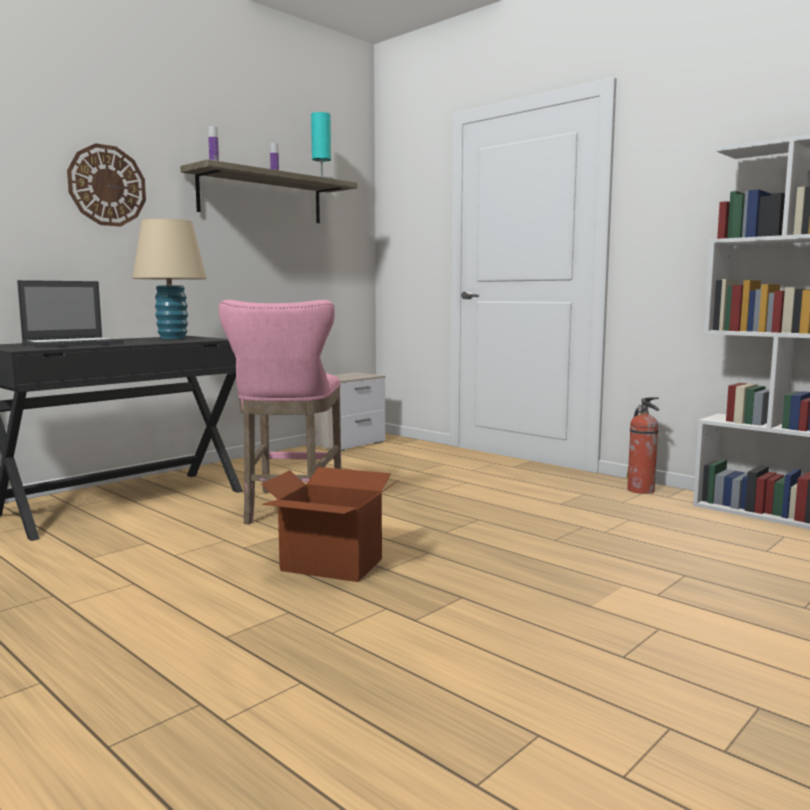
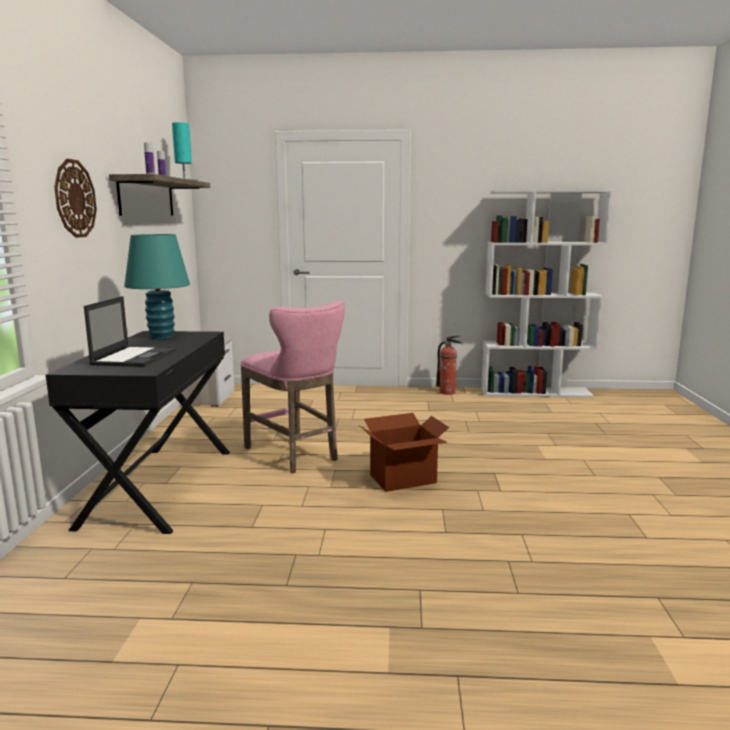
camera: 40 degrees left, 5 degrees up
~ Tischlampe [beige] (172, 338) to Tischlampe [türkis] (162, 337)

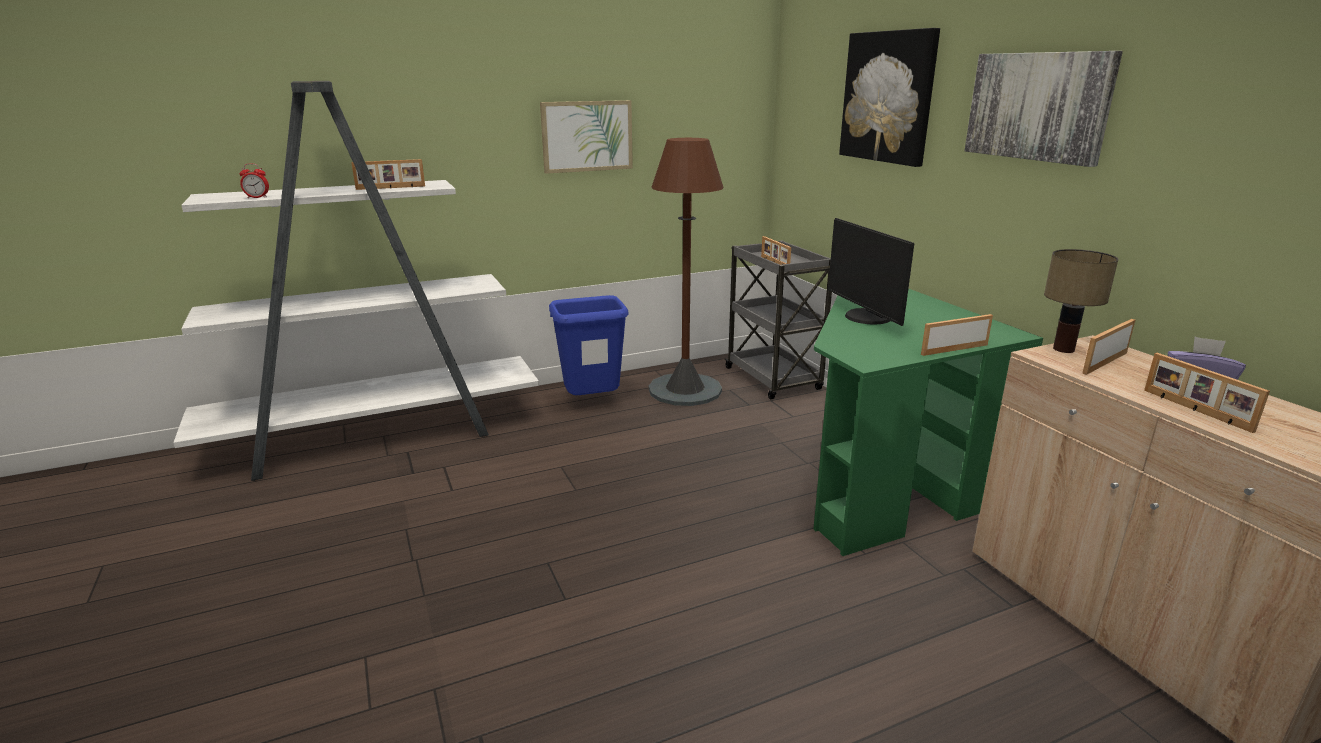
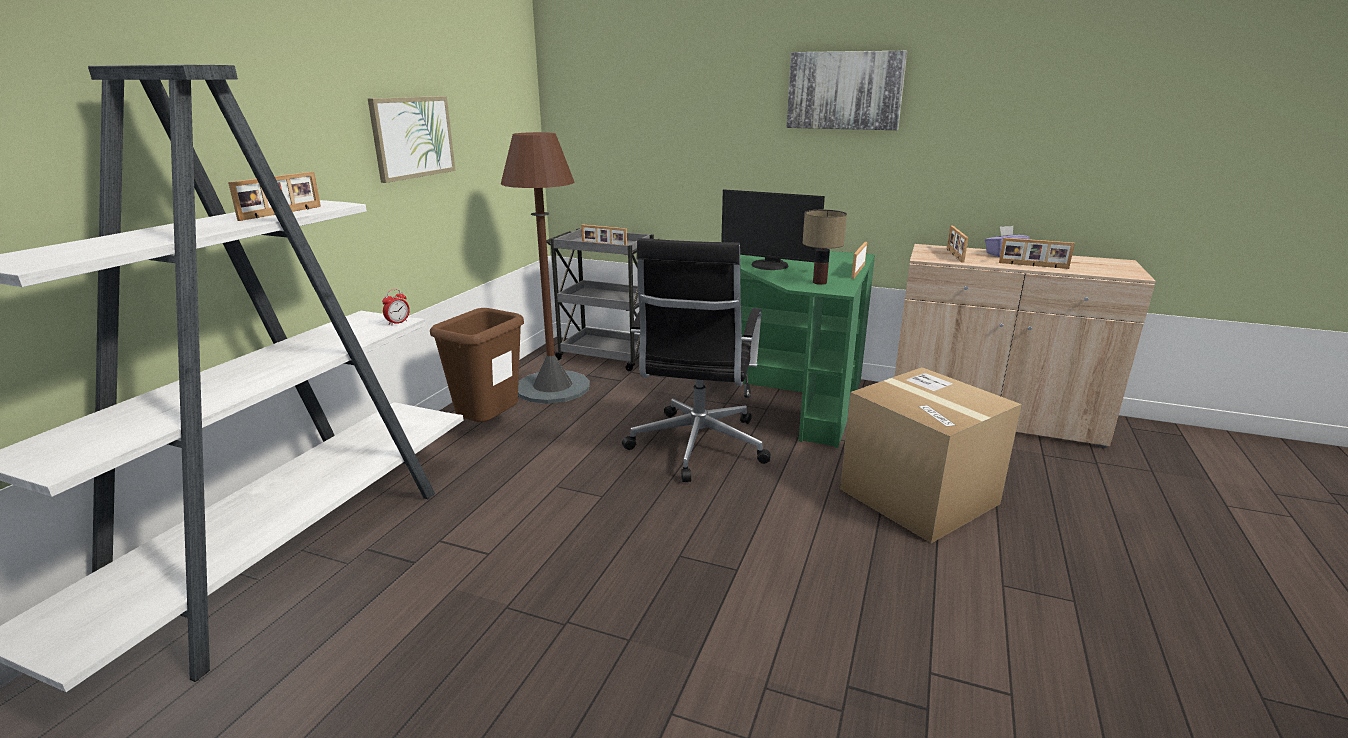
camera: 45 degrees left, 0 degrees up
- Bild (888, 97)
+ Bürostuhl [schwarz] (697, 447)
+ Karton (918, 496)
~ Wecker (257, 197) to (398, 322)
~ Tischlampe (1064, 350) to (820, 282)
~ Mülleimer [blau] (593, 403) to Mülleimer [braun] (490, 427)

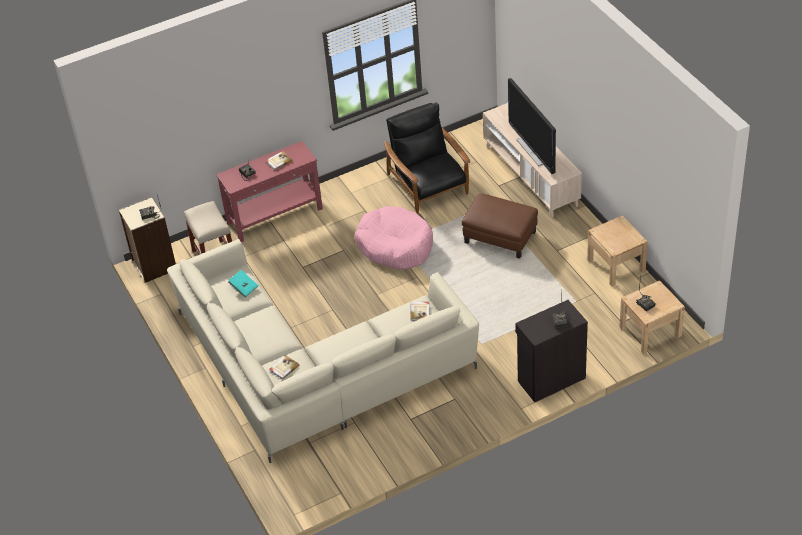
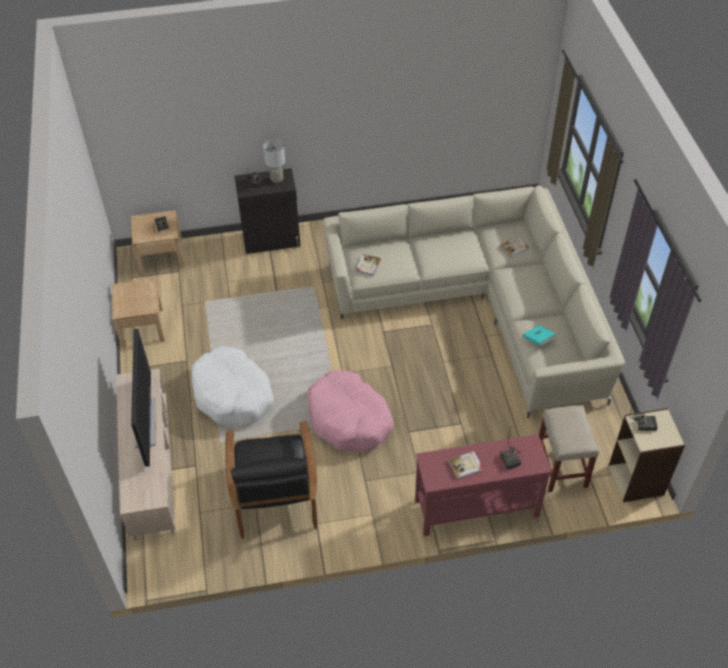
camera: 165 degrees left, 5 degrees up
+ Tischlampe [grau] (277, 179)
~ Polsterhocker [braun] (500, 237) to Hundebett [weiß] (233, 394)

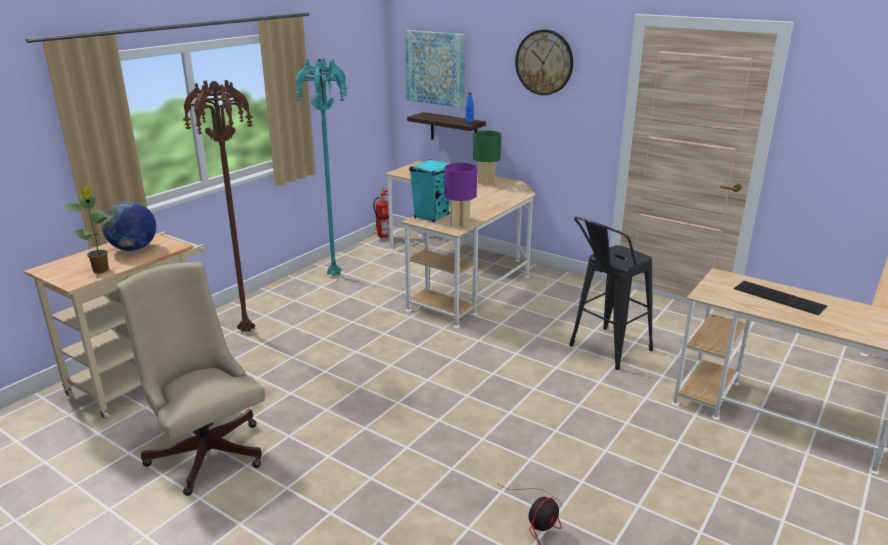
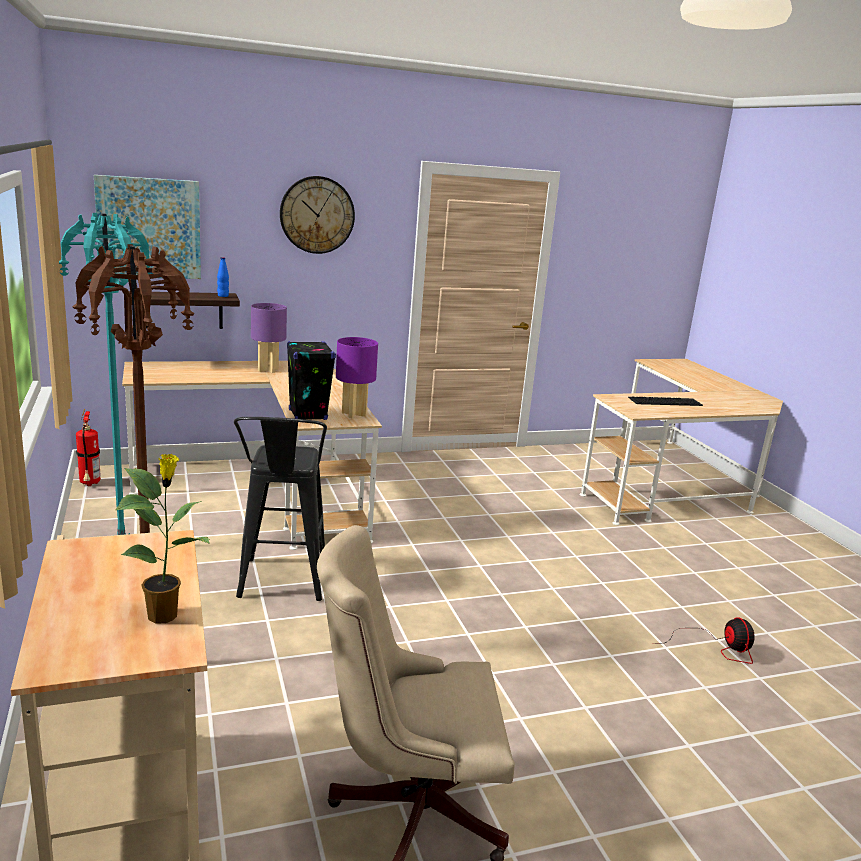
camera: 55 degrees left, 5 degrees down
- Globus (134, 249)
~ Hocker [schwarz] (604, 351) to (281, 585)
~ Lautsprecher [türkis] (431, 216) to Lautsprecher [schwarz] (307, 415)
~ Tischlampe [grün] (485, 183) to Tischlampe [lila] (268, 370)

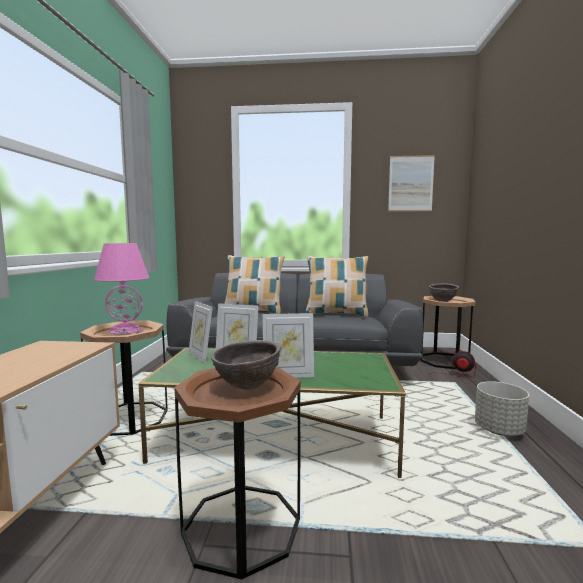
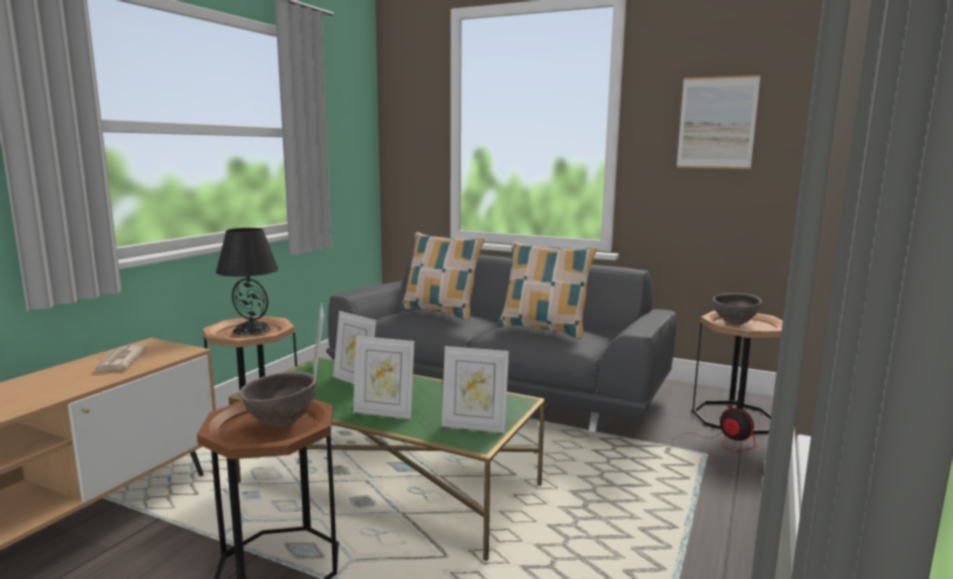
camera: 20 degrees right, 5 degrees up
- Pflanzkübel [grau] (499, 430)
+ Zeitung (120, 361)
+ Bilderrahmen (474, 426)
~ Tischlampe [rosa] (125, 330) to Tischlampe [schwarz] (251, 330)

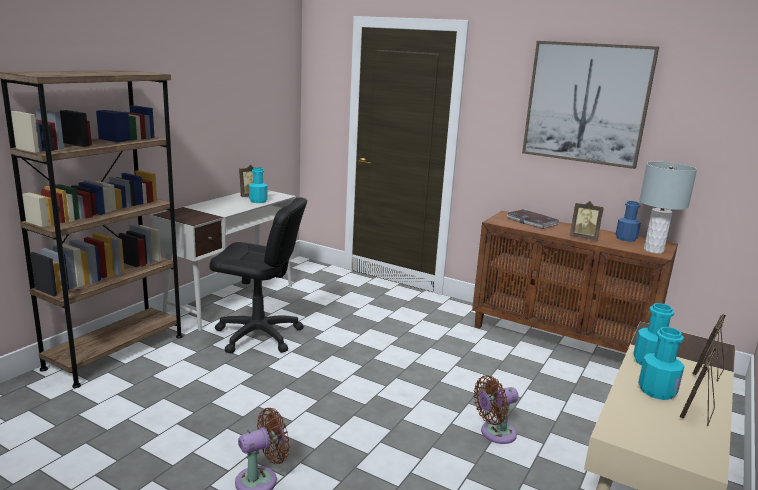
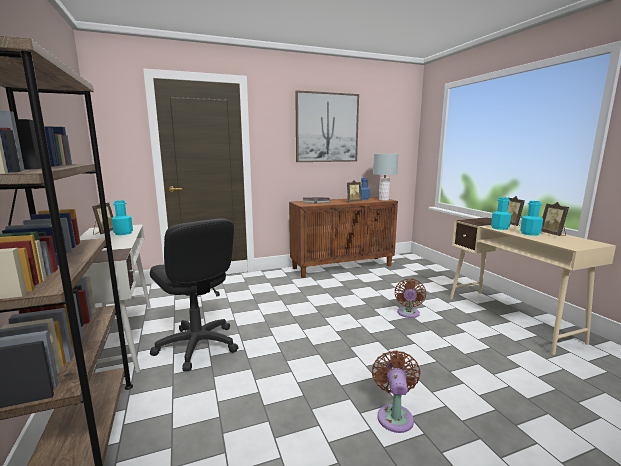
camera: 50 degrees left, 5 degrees down
~ Bürostuhl [schwarz] (258, 335) = (197, 346) 90 degrees clockwise

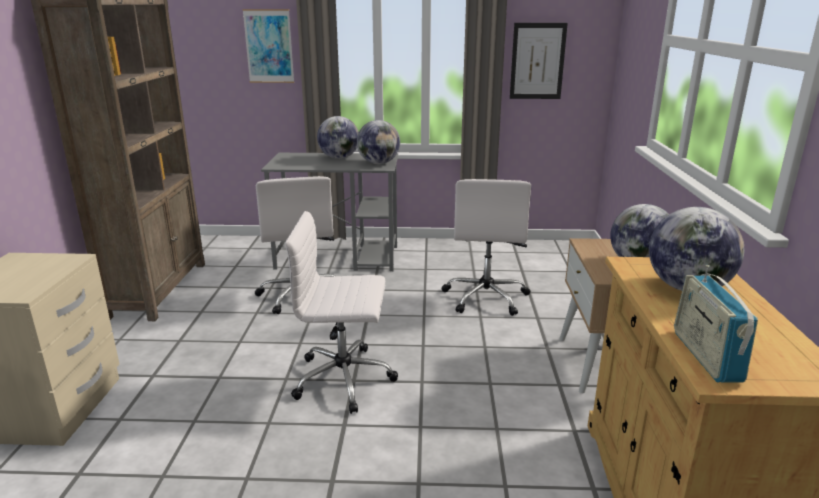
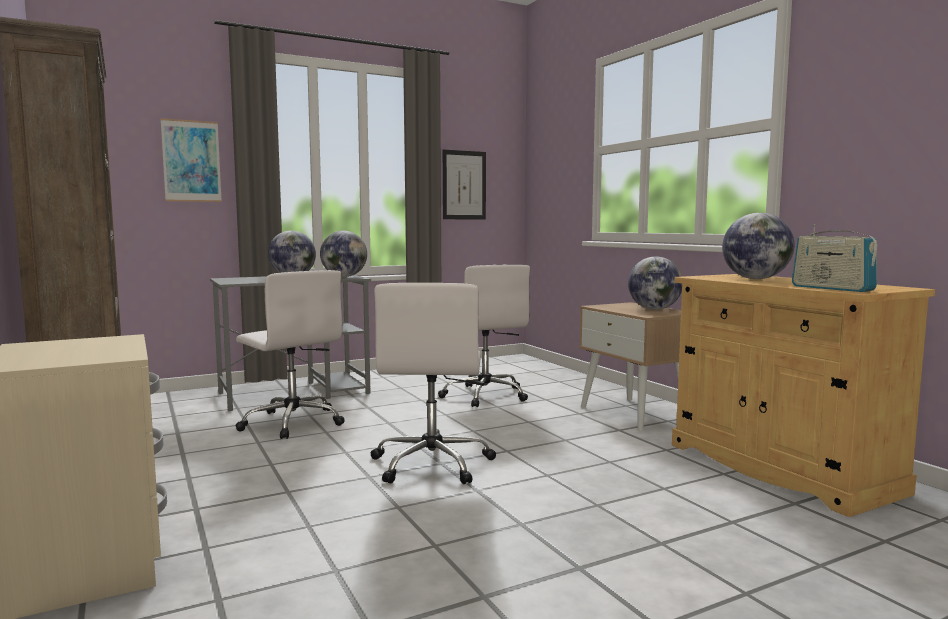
camera: 30 degrees left, 15 degrees down
~ Bürostuhl [weiß] (345, 379) = (432, 464) 60 degrees counterclockwise

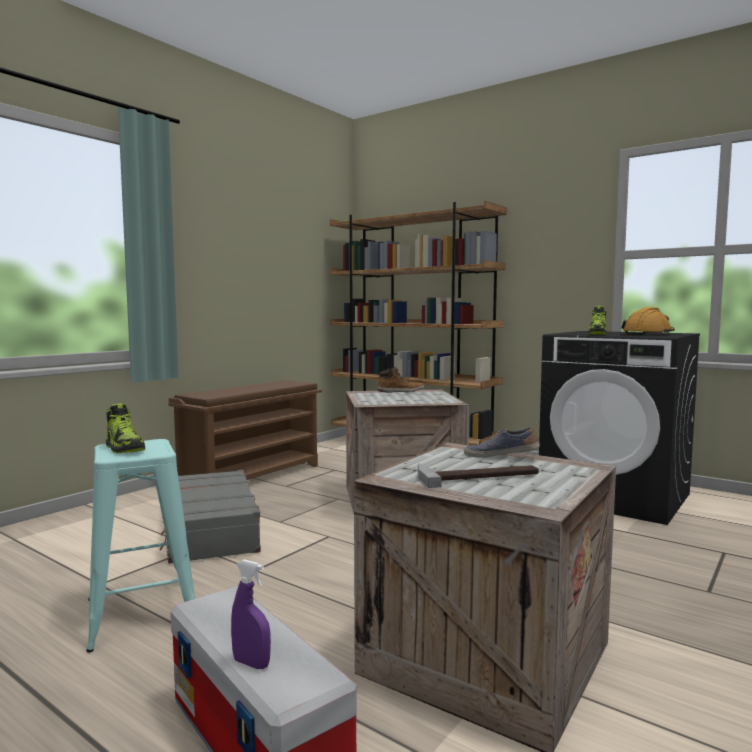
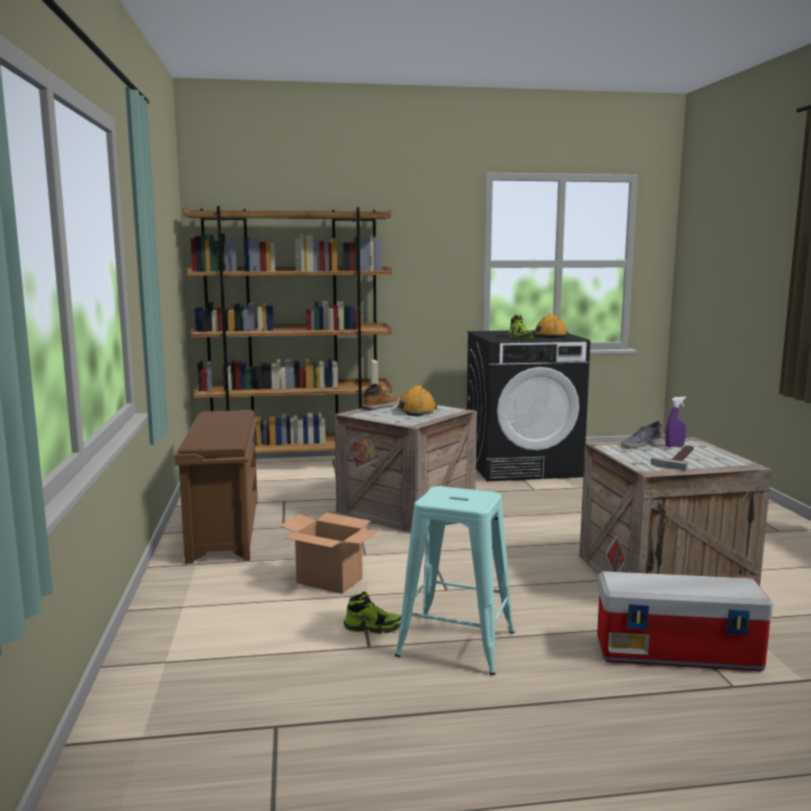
camera: 45 degrees left, 5 degrees up
+ Schutzhelm [orange] (417, 411)
~ Schuh (124, 448) to (373, 628)
~ Sprühflasche [lila] (251, 663) to (674, 446)
~ Koffer [grau] (210, 530) to Karton (330, 581)

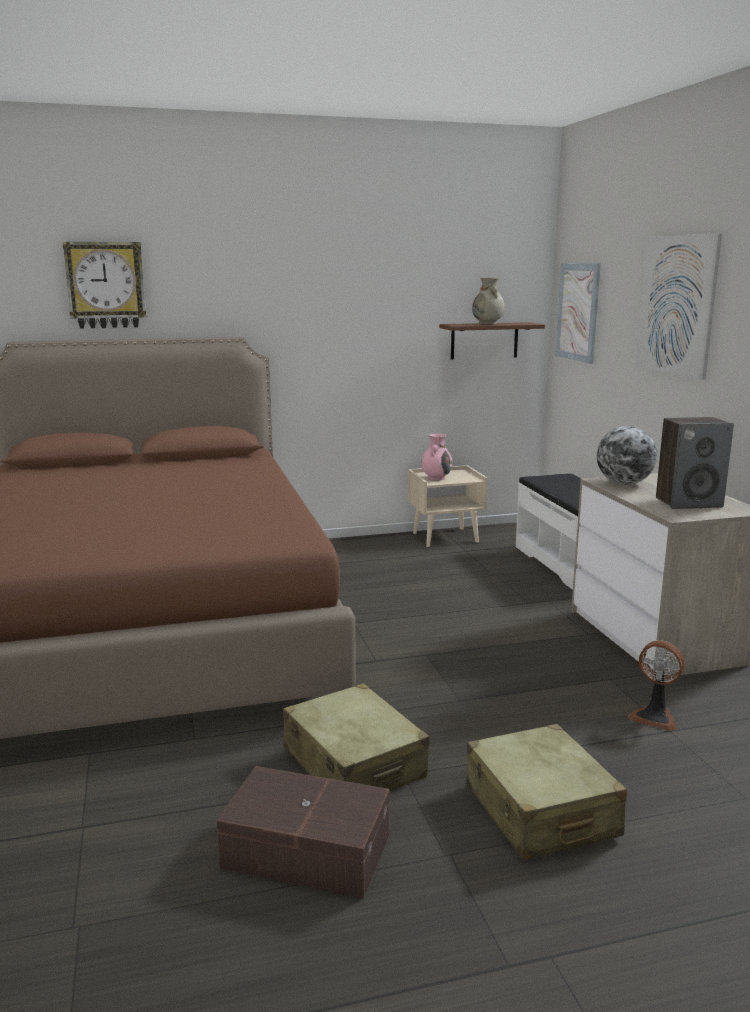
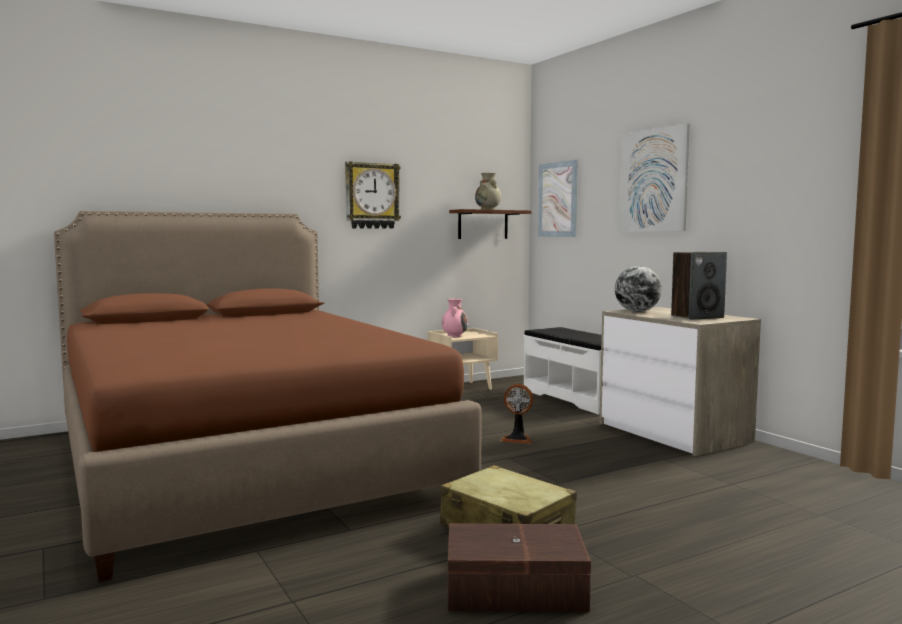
camera: 15 degrees left, 10 degrees down
- Koffer [beige] (540, 811)
~ Wanduhr (106, 285) to (371, 196)
~ Ventilator (655, 717) to (517, 439)

